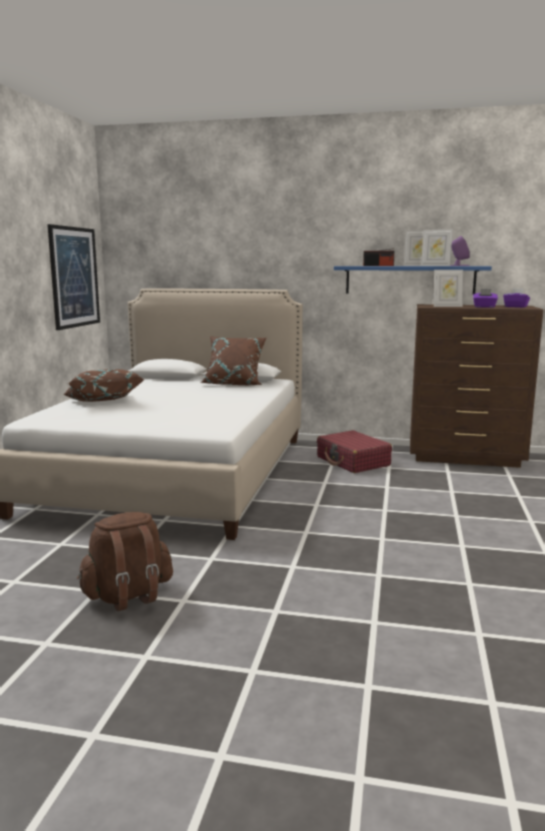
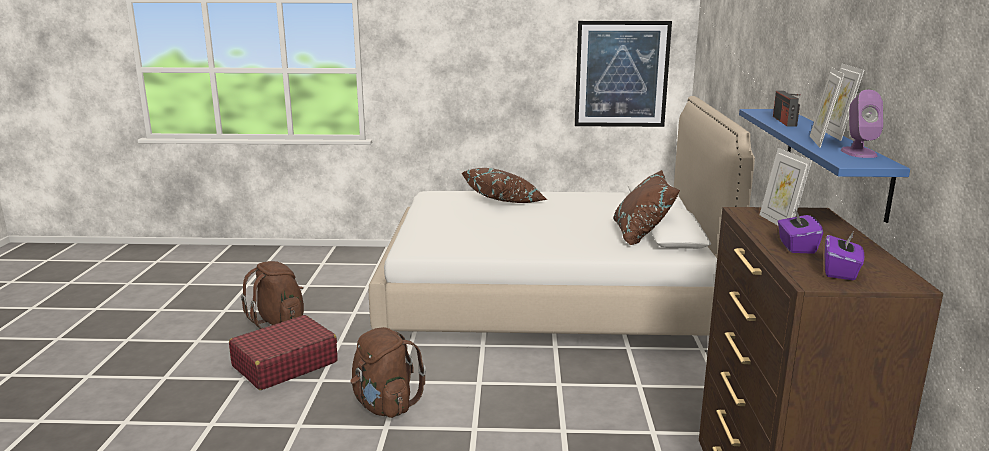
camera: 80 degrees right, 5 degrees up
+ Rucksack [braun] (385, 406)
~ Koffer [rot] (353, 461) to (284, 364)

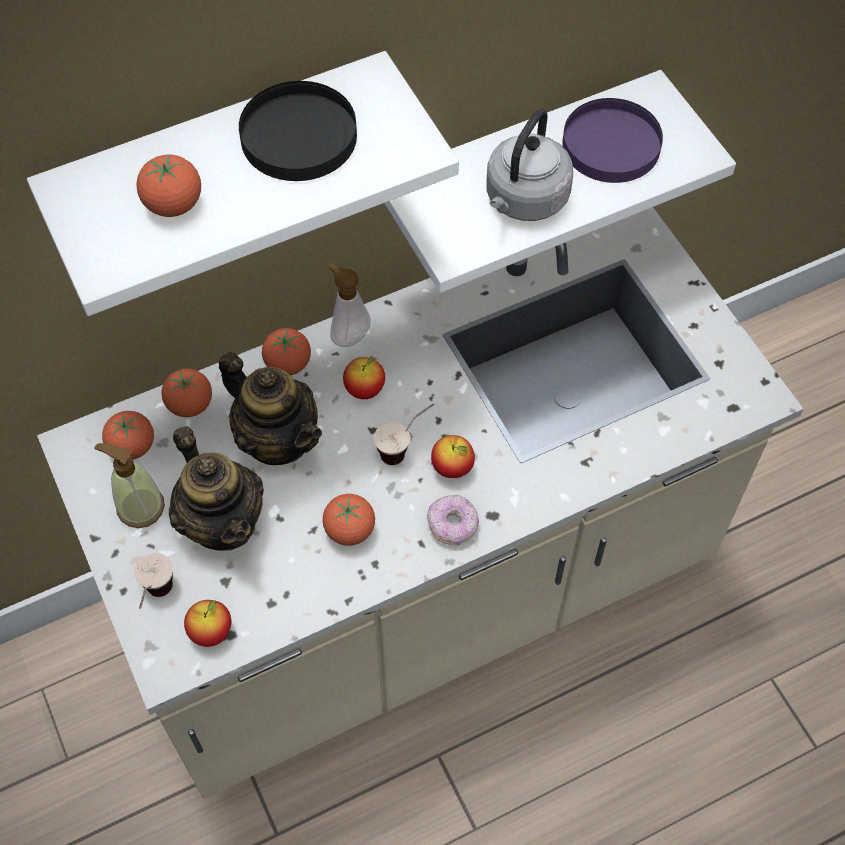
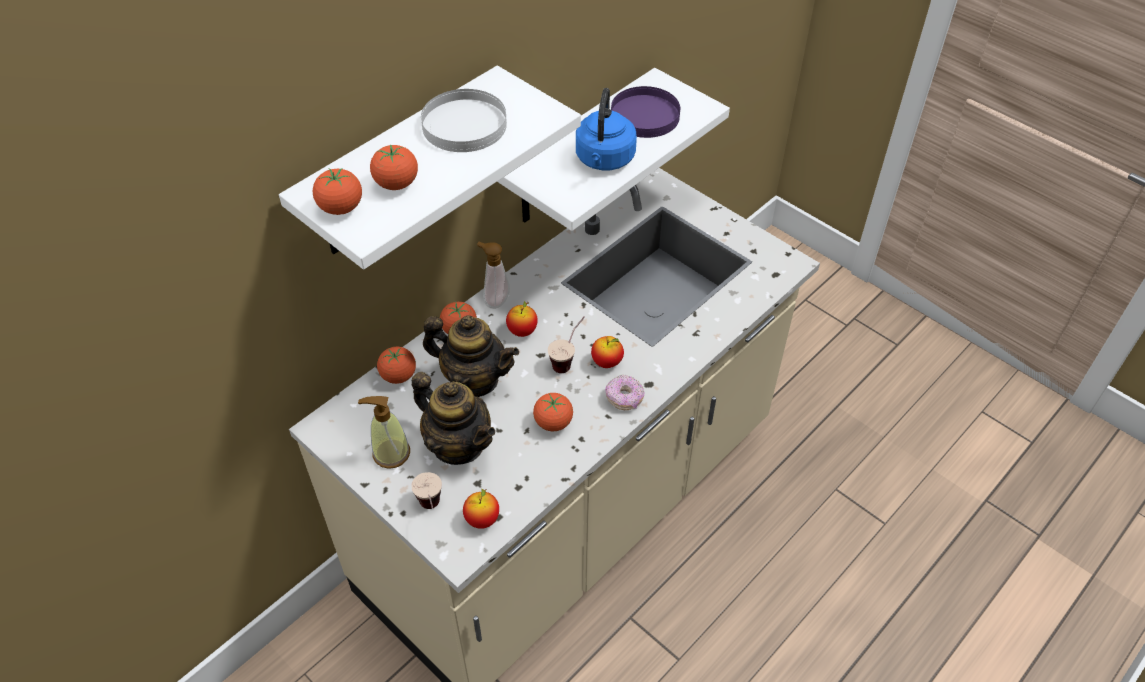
camera: 20 degrees left, 10 degrees down
~ Tomate (132, 446) to (341, 208)
~ Teller [schwarz] (299, 136) to Teller [weiß] (465, 124)
~ Wasserkessel [grau] (524, 200) to Wasserkessel [blau] (604, 160)

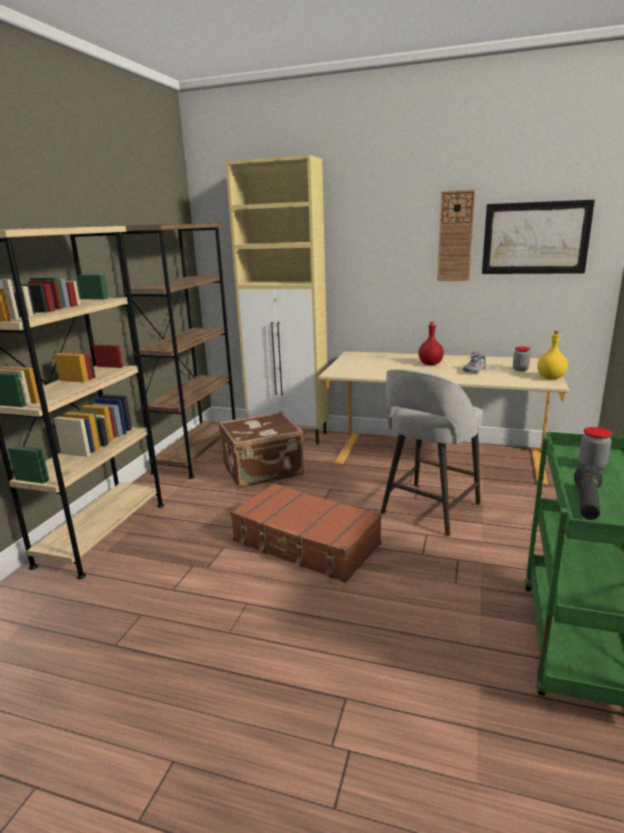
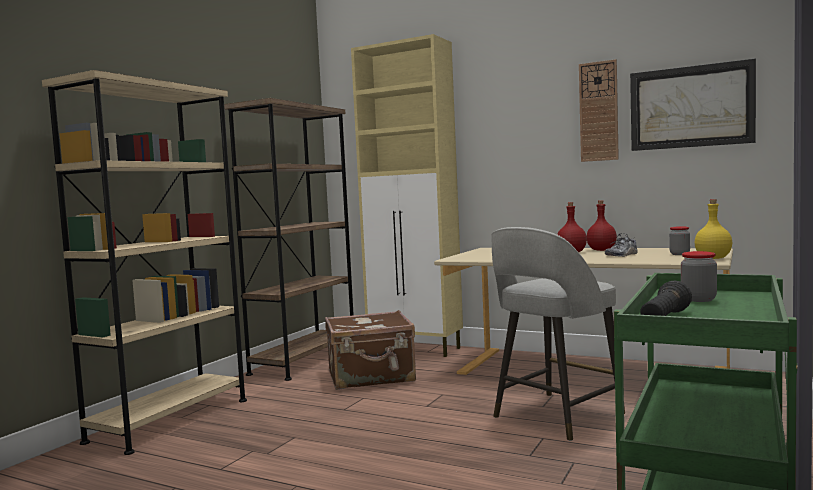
camera: 10 degrees right, 15 degrees down
- Koffer [braun] (305, 544)
+ Flasche [rot] (601, 250)

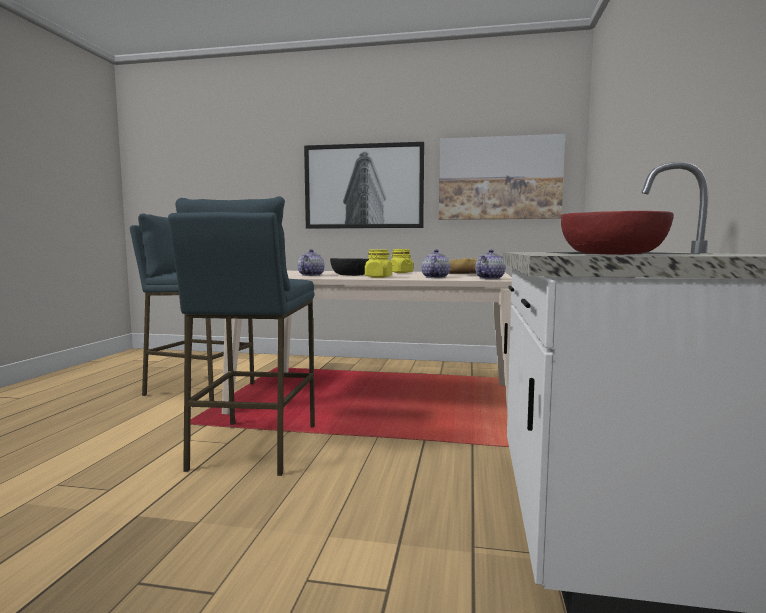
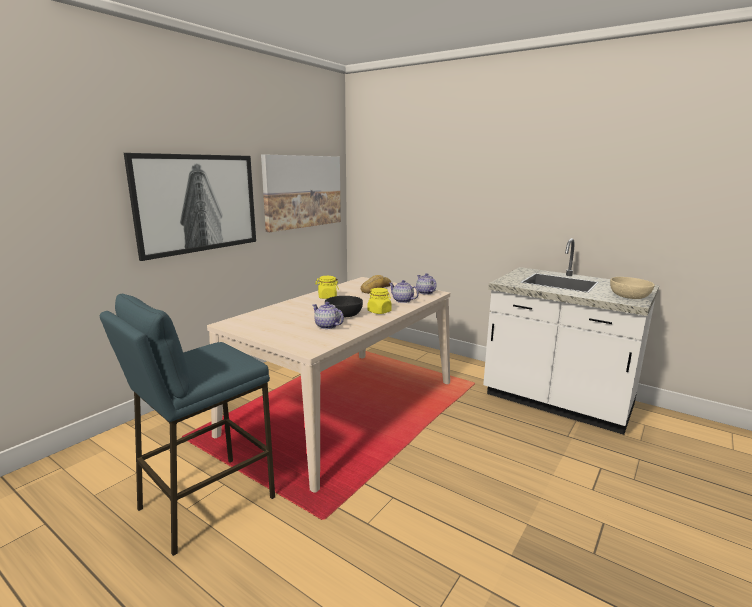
camera: 65 degrees left, 10 degrees up
- Hocker [blau] (253, 447)
~ Schüssel [rot] (612, 254) to Schüssel [beige] (629, 296)

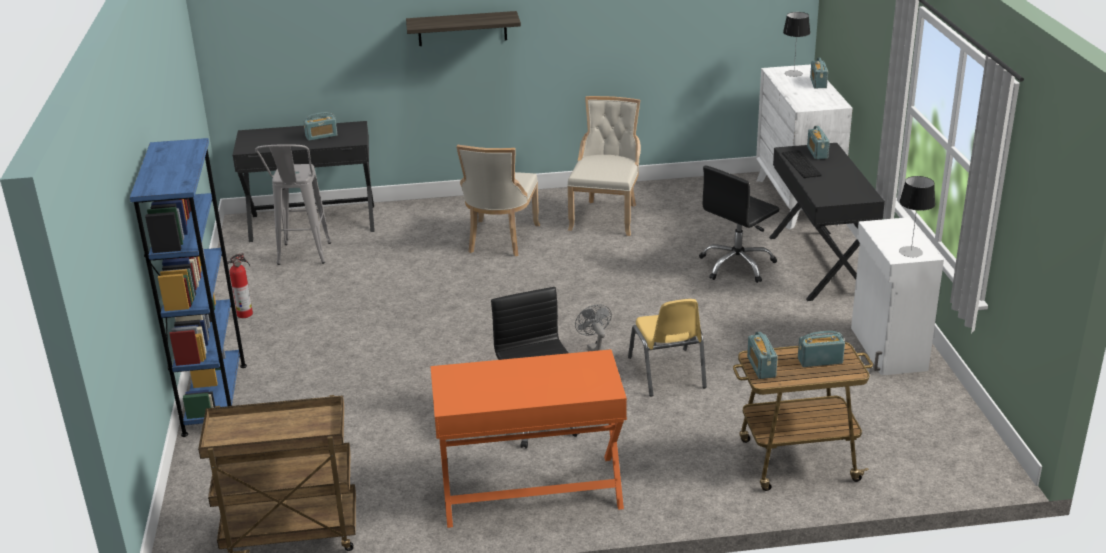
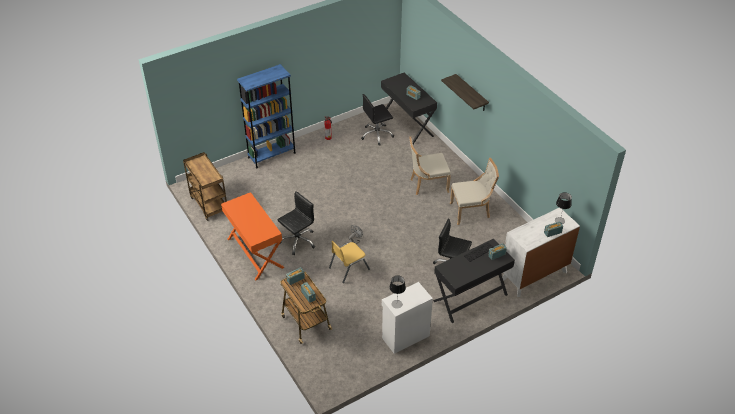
camera: 65 degrees right, 15 degrees up
~ Hocker [grau] (303, 258) to Bürostuhl [schwarz] (377, 135)

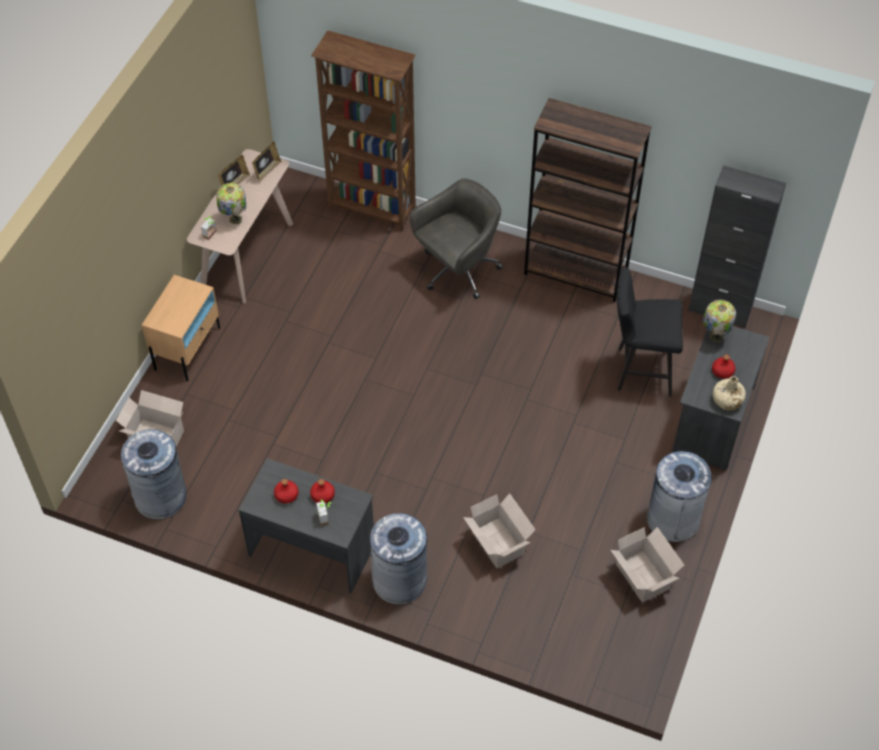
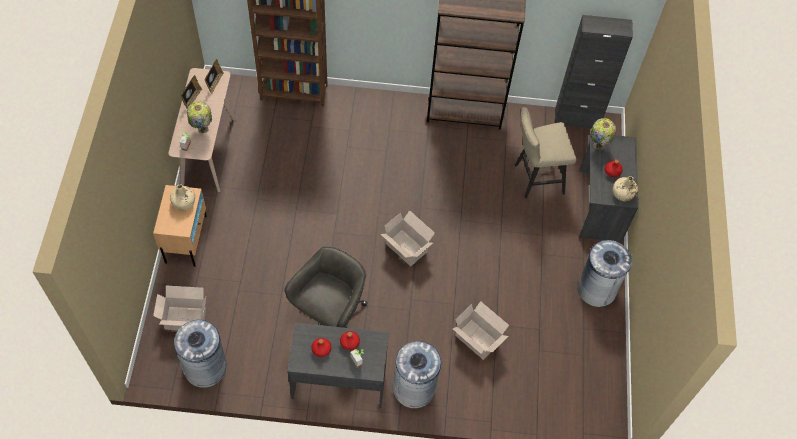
camera: 20 degrees left, 5 degrees up
+ Flasche [beige] (184, 202)
~ Bürostuhl [grau] (458, 271) to (330, 315)
~ Karton (643, 578) to (407, 248)
~ Hocker [schwarz] (639, 370) to Hocker [beige] (535, 179)

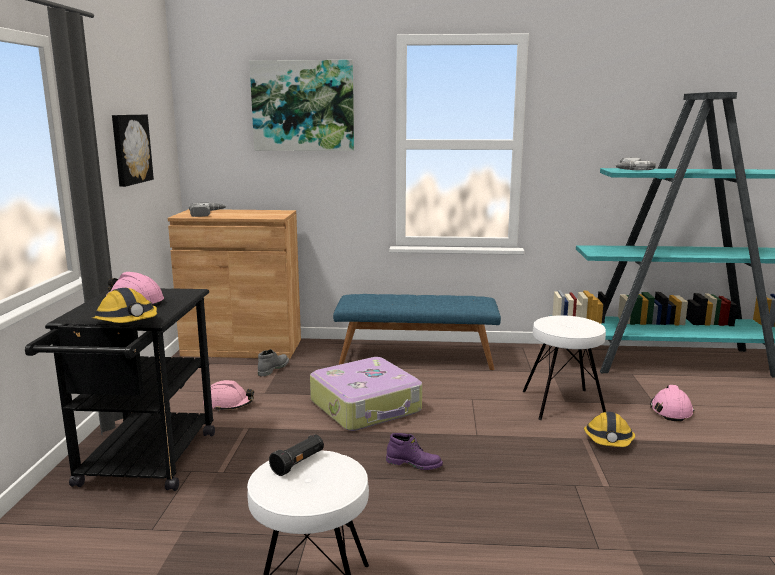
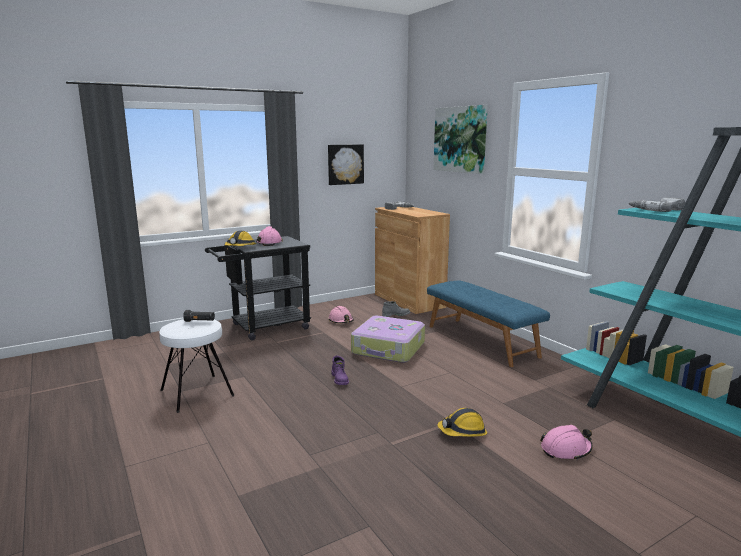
camera: 55 degrees right, 0 degrees up
- Hocker [weiß] (562, 404)

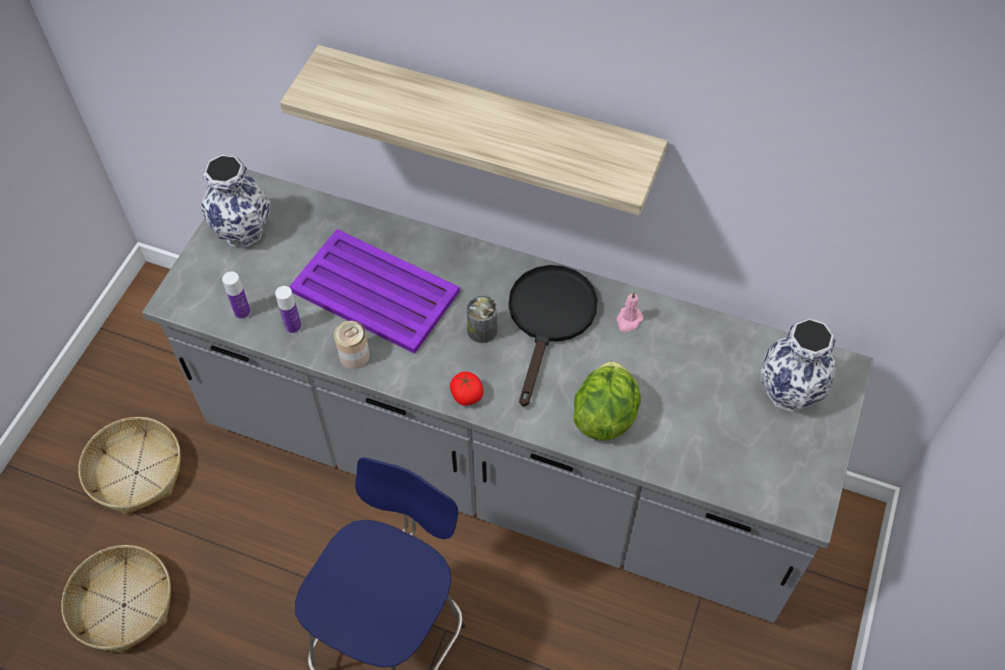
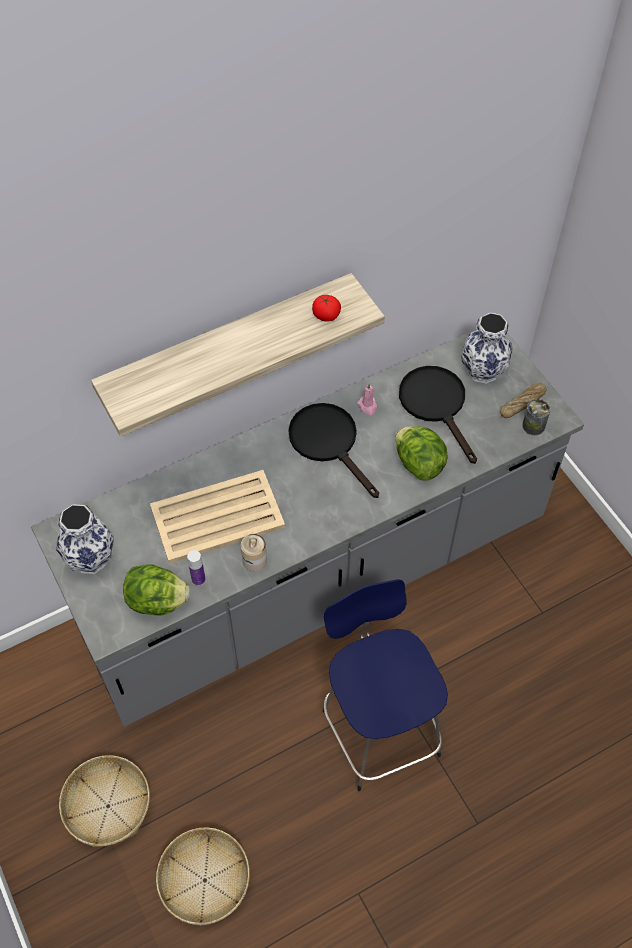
camera: 50 degrees left, 0 degrees up
+ Pfanne [schwarz] (436, 405)
+ Brot (522, 403)
~ Tomate (466, 395) to (326, 316)
~ Dose (482, 330) to (533, 426)
~ Flasche (242, 312) to Salatkopf (157, 601)
~ Tablett [lila] (373, 290) to Tablett [beige] (216, 517)

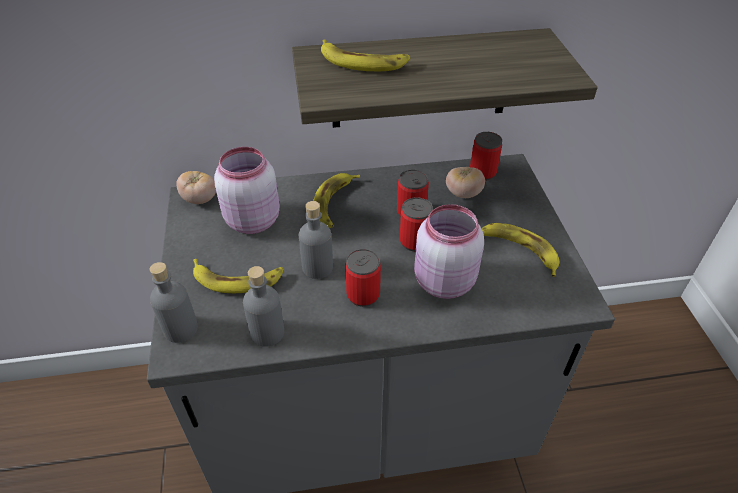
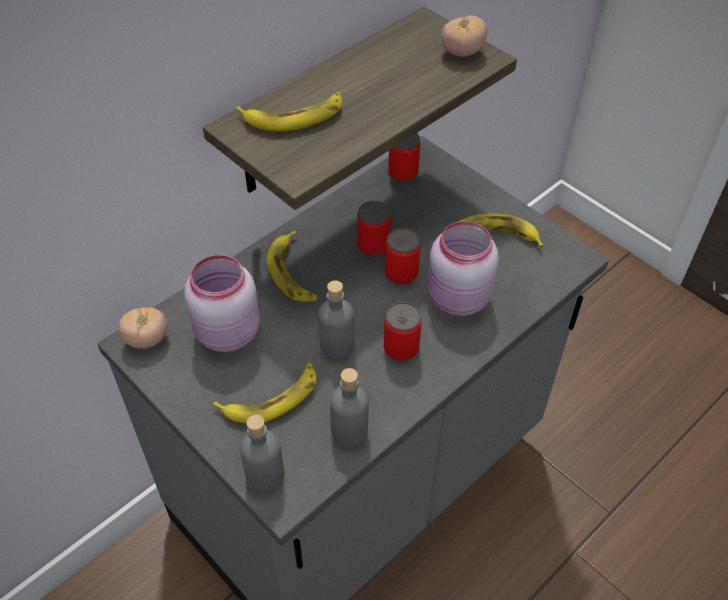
camera: 35 degrees left, 5 degrees up
~ Tomate (463, 194) to (462, 52)

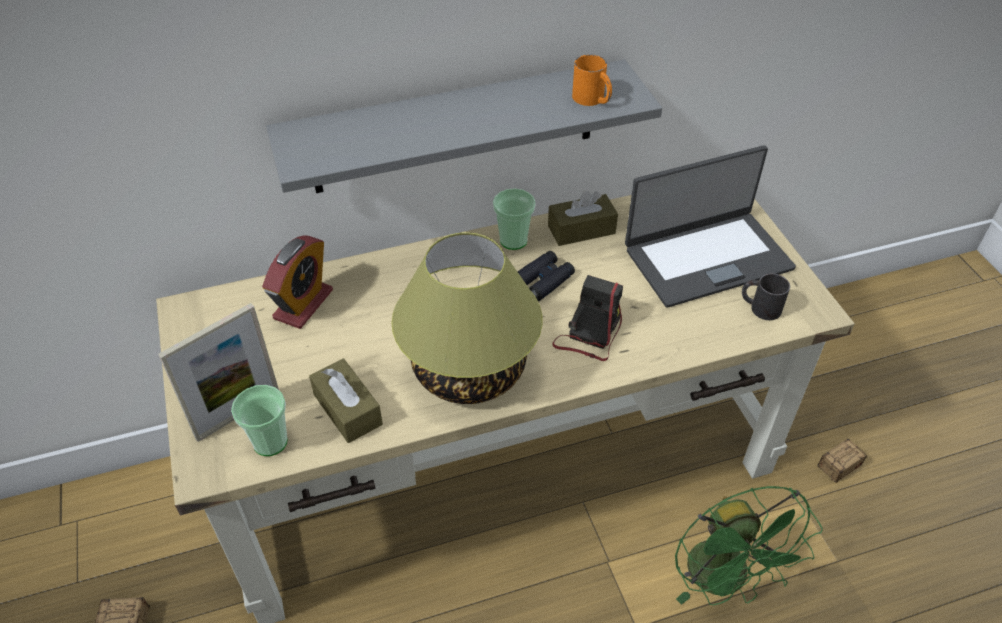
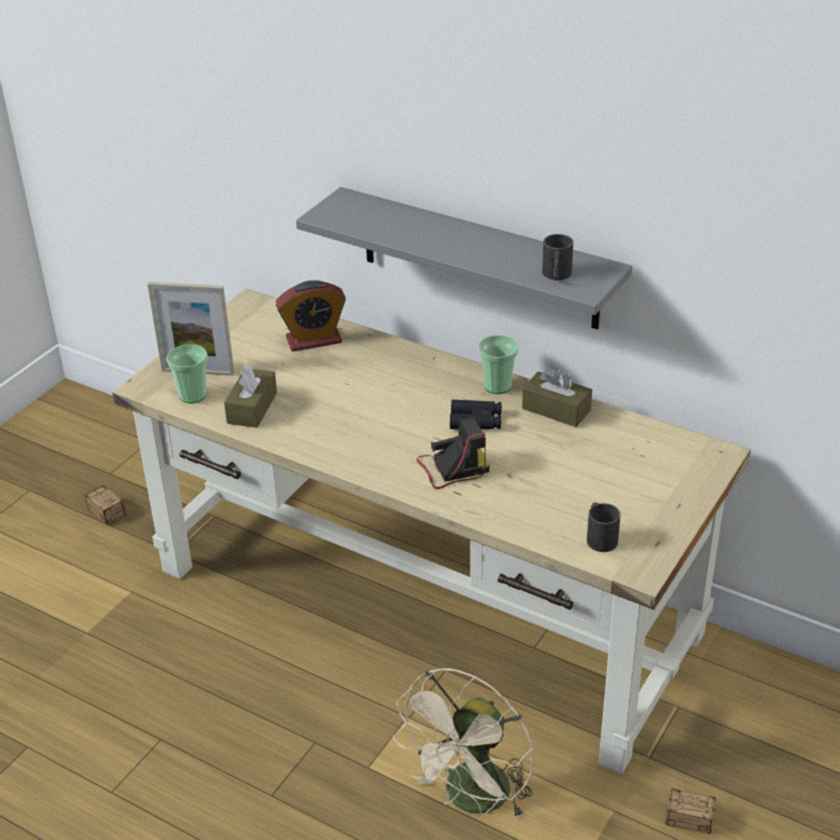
camera: 50 degrees right, 10 degrees down
- Tischlampe (468, 371)
- Laptop (706, 257)
~ Henkelbecher [orange] (592, 99) to Henkelbecher [schwarz] (556, 275)
~ Ventilator [grün] (726, 580) to Ventilator [beige] (472, 800)

